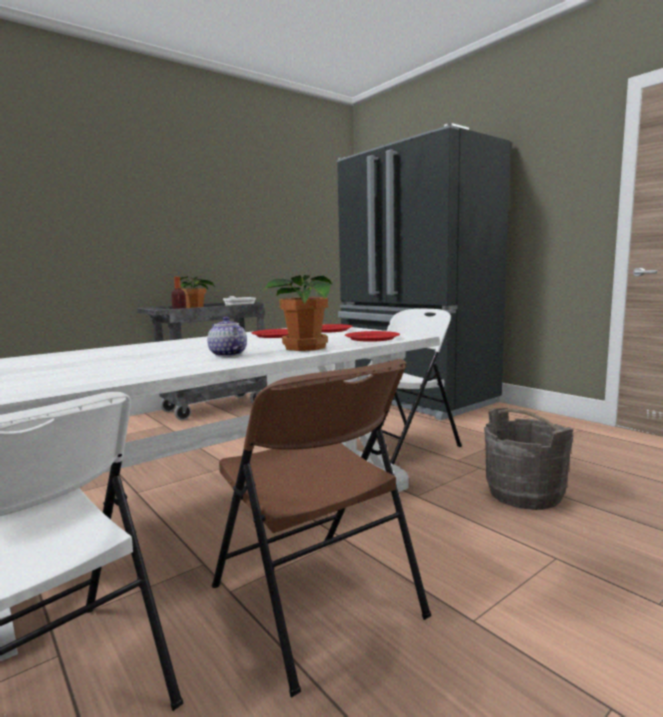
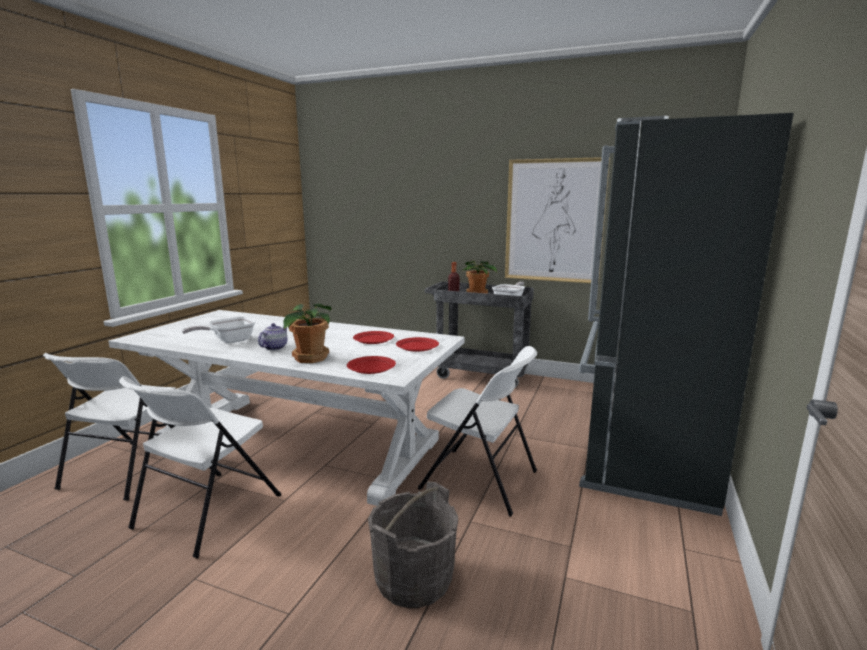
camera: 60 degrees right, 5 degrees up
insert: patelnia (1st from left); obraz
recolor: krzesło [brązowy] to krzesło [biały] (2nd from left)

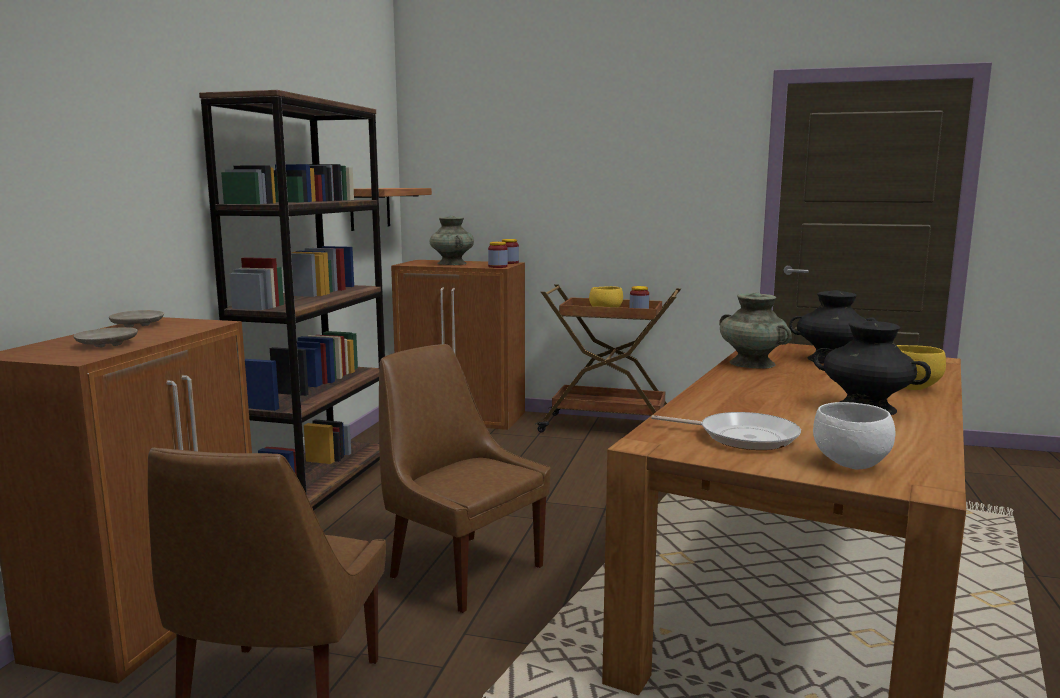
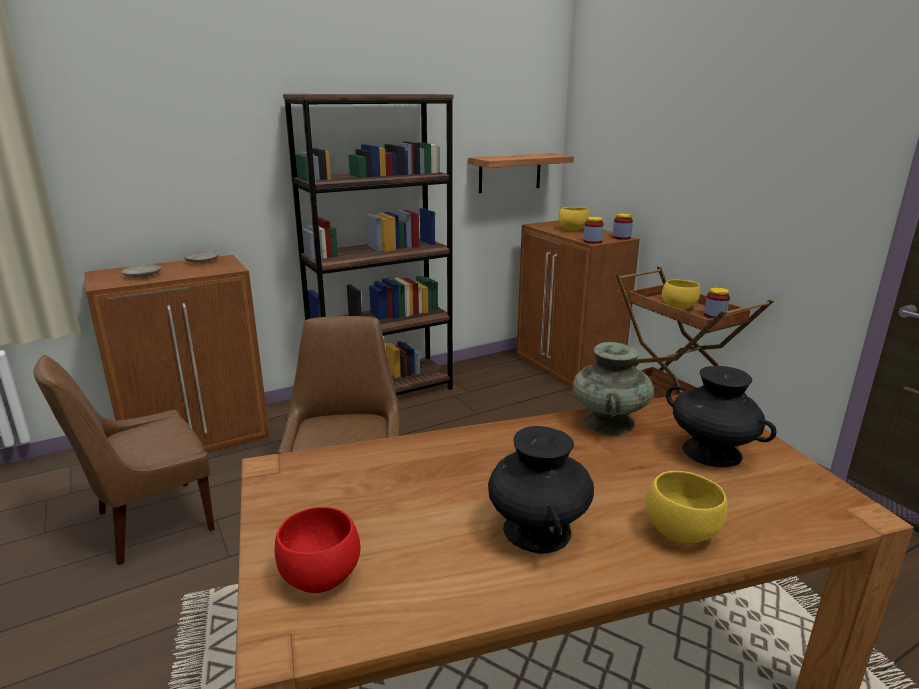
camera: 45 degrees right, 10 degrees up
delete: patelnia
replace: wazon [turkusowy] (1st from left) to miska [żółty] (1st from left)
recolor: miska [biały] to miska [czerwony]

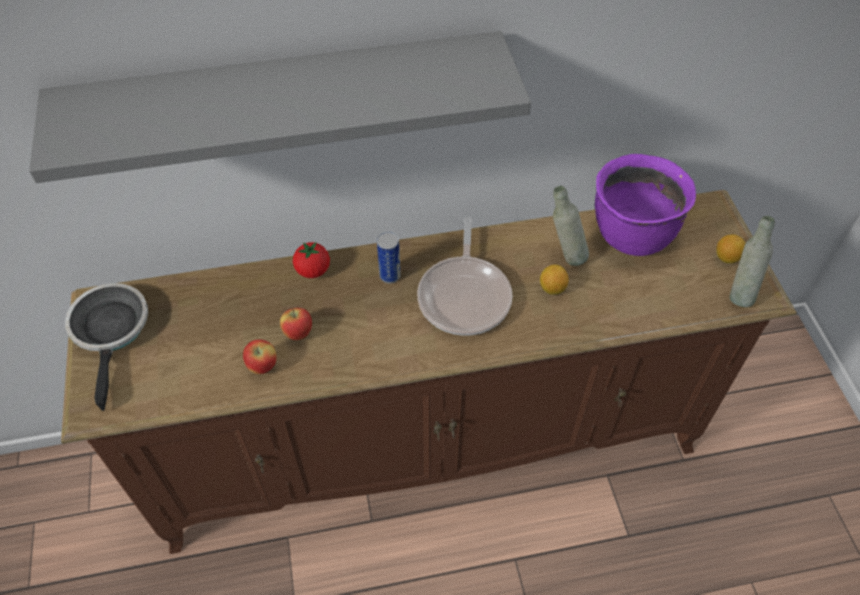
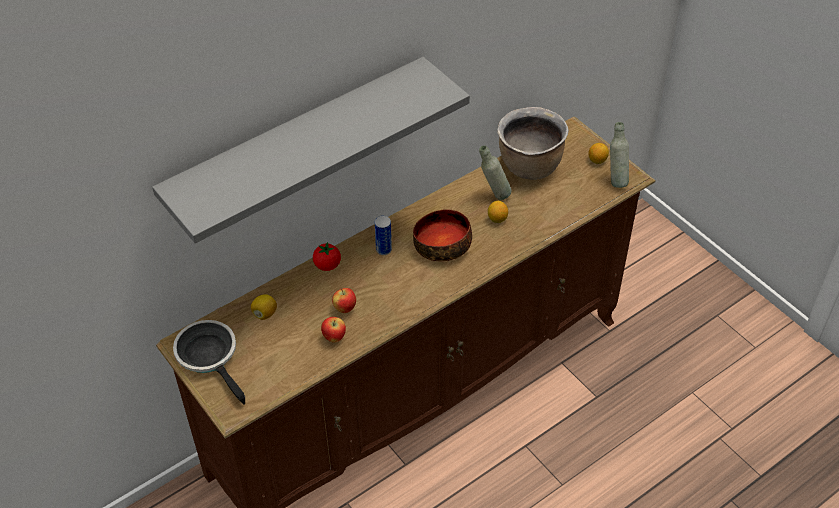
camera: 25 degrees left, 5 degrees down
insert: cytryna (1st from left)
replace: patelnia (2nd from left) to miska
recolor: garnek [fioletowy] to garnek [brązowy]

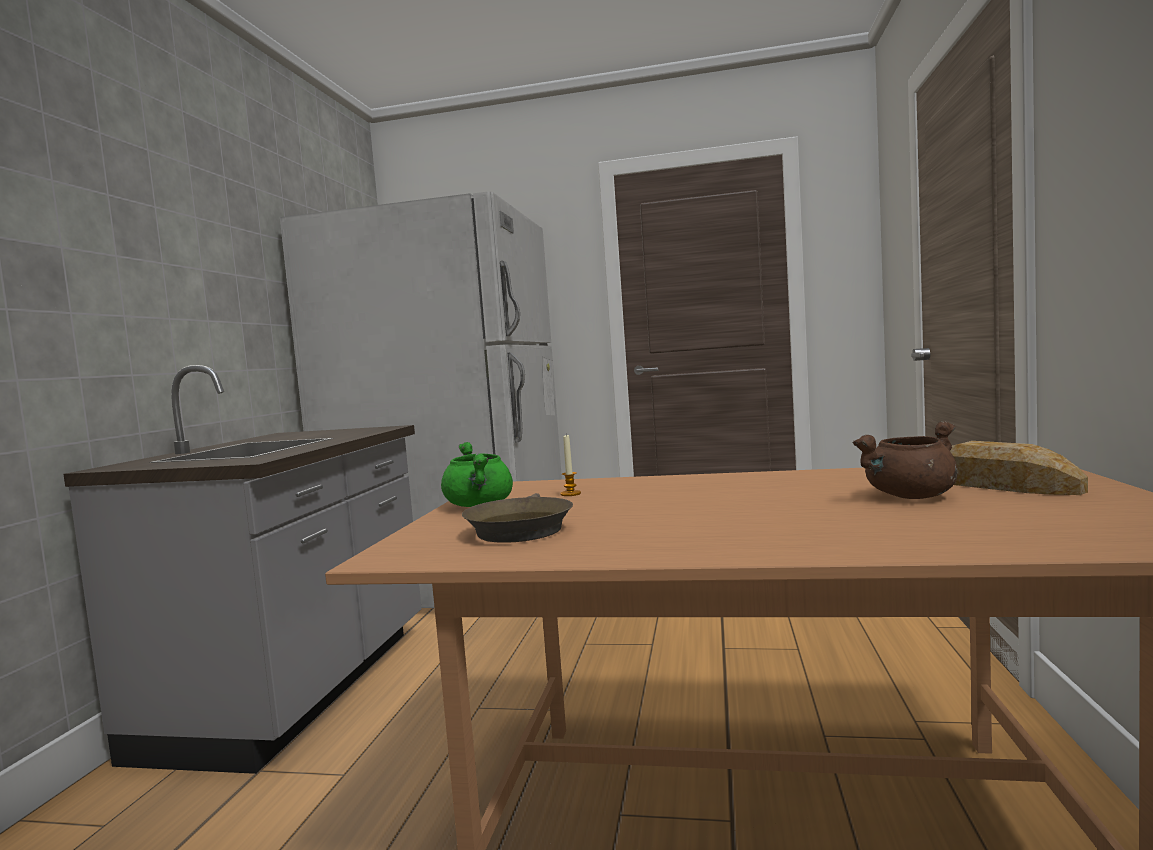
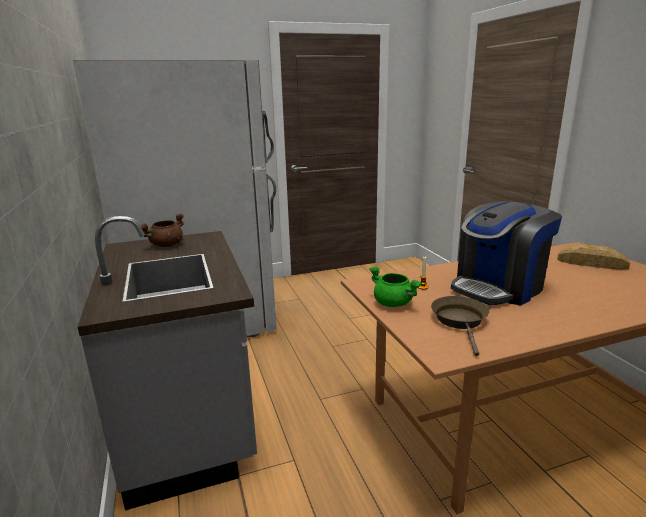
camera: 30 degrees left, 15 degrees up
insert: ekspres do kawy
move: garnek [brązowy]
rotate: patelnia [brązowy] 150 degrees counterclockwise

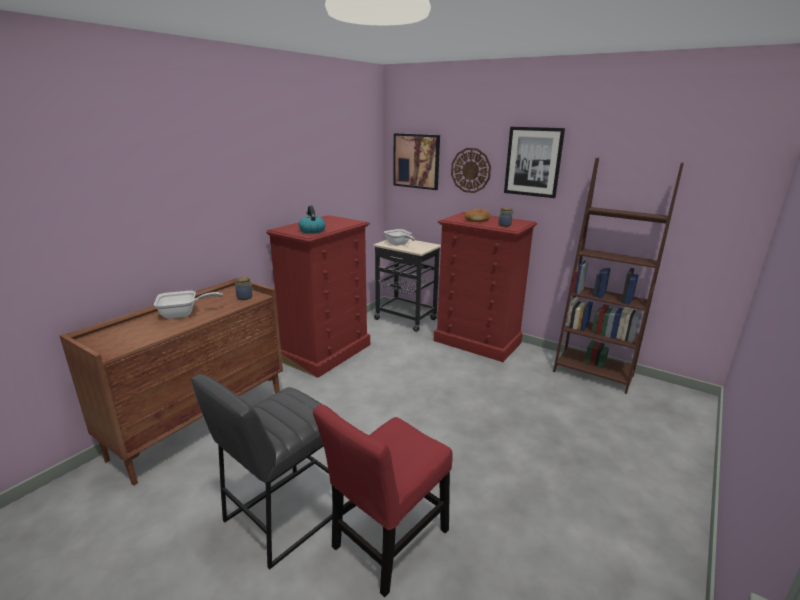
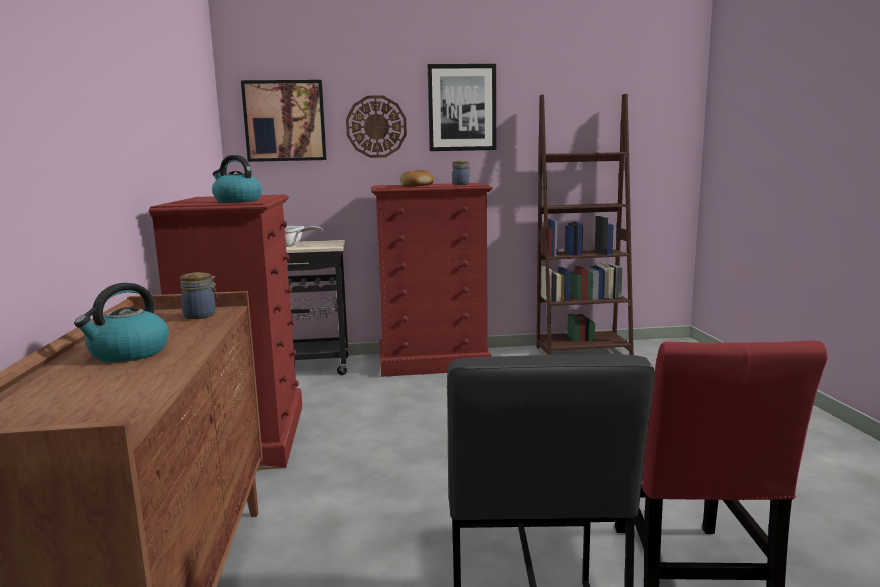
camera: 40 degrees left, 10 degrees down
replace: patelnia (1st from left) to czajnik (1st from left)

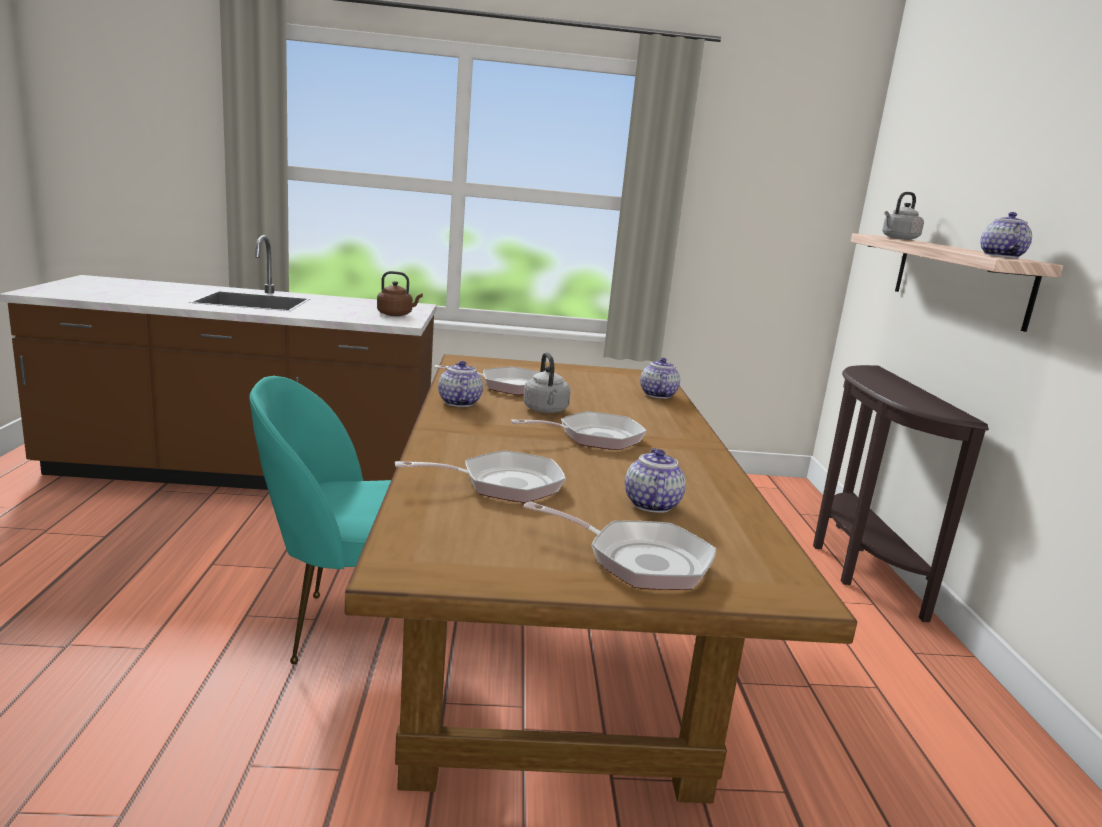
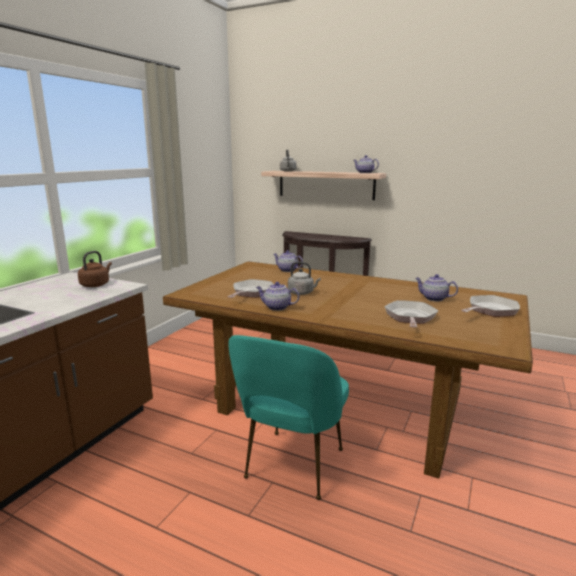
camera: 60 degrees left, 0 degrees up
delete: patelnia (3rd from left)

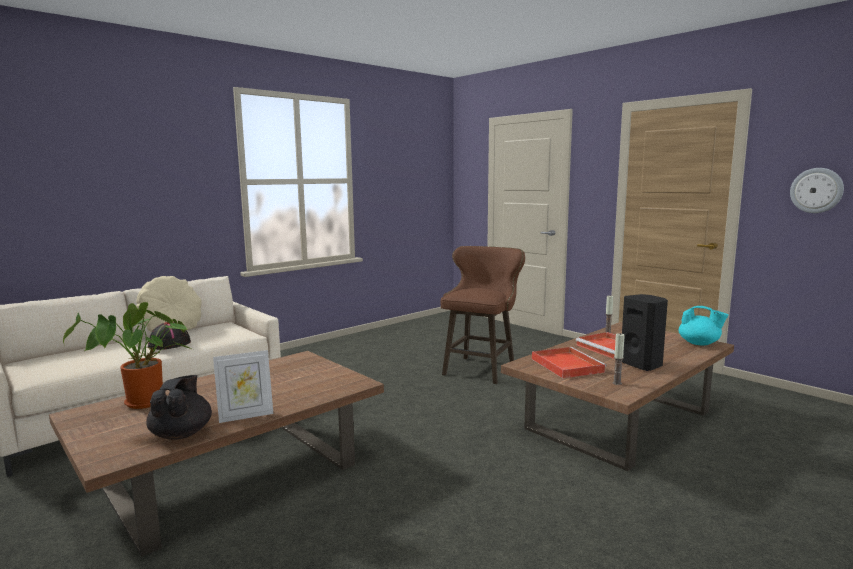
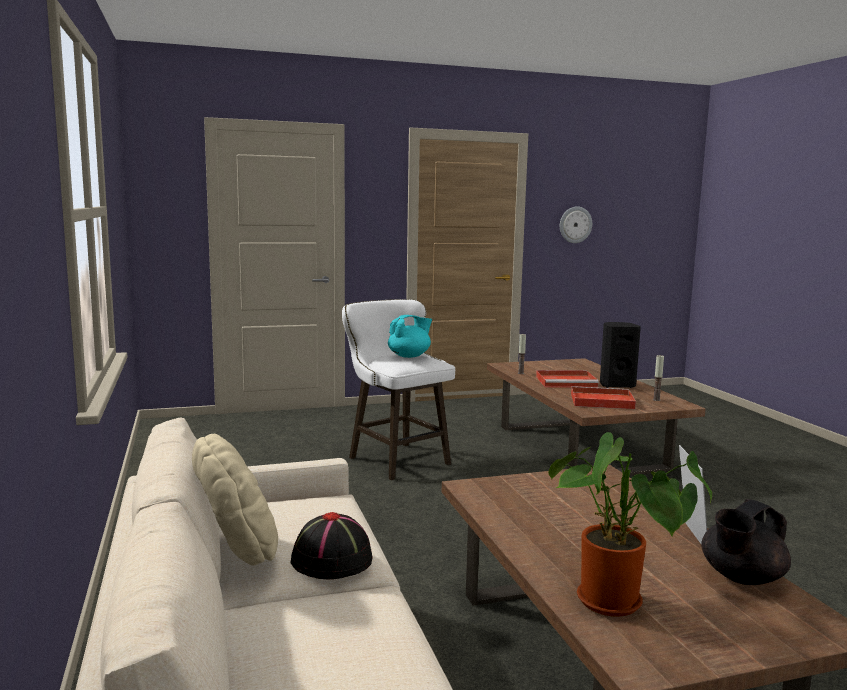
camera: 65 degrees left, 0 degrees up
move: imbryk [turkusowy]
recolor: stołek [brązowy] to stołek [biały]
rotate: imbryk [czarny] 60 degrees counterclockwise

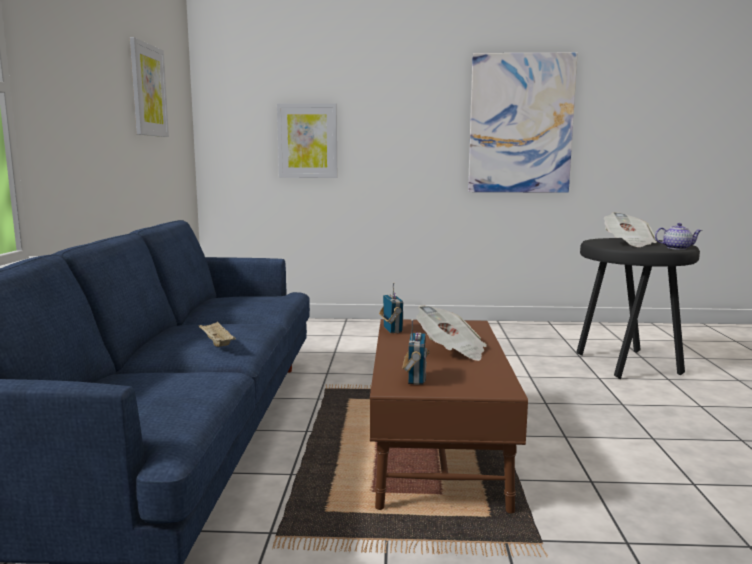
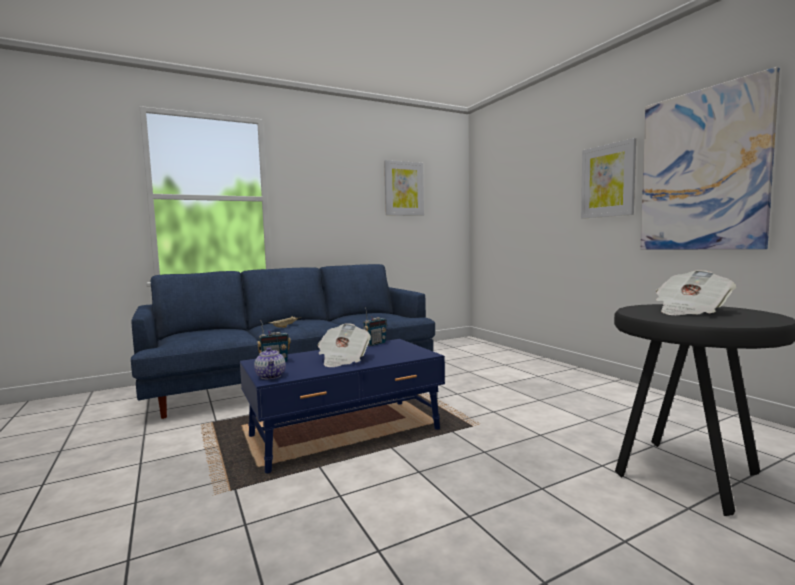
camera: 60 degrees right, 5 degrees down
move: obraz (2nd from left); imbryk
recolor: ława [brązowy] to ława [niebieski]

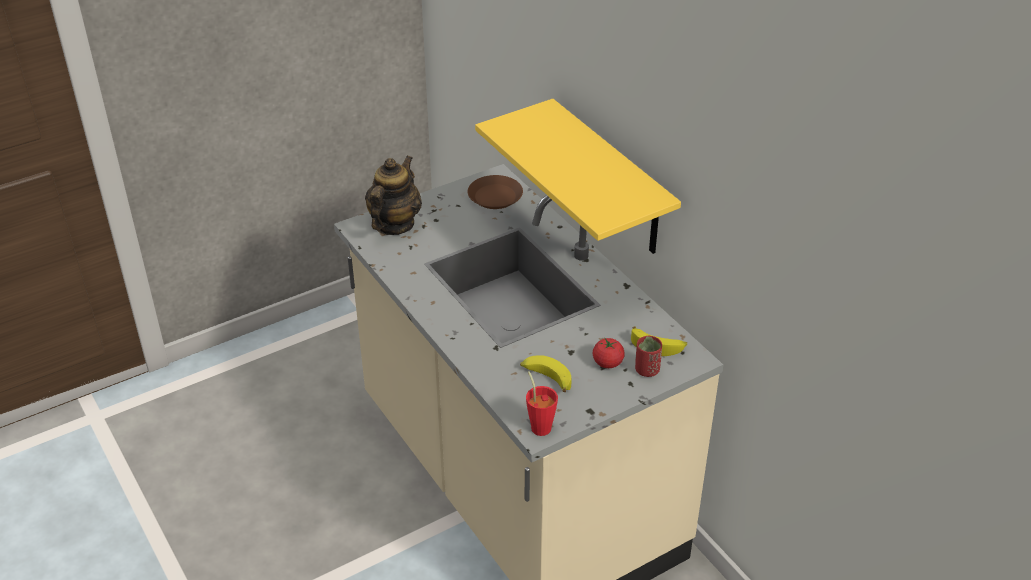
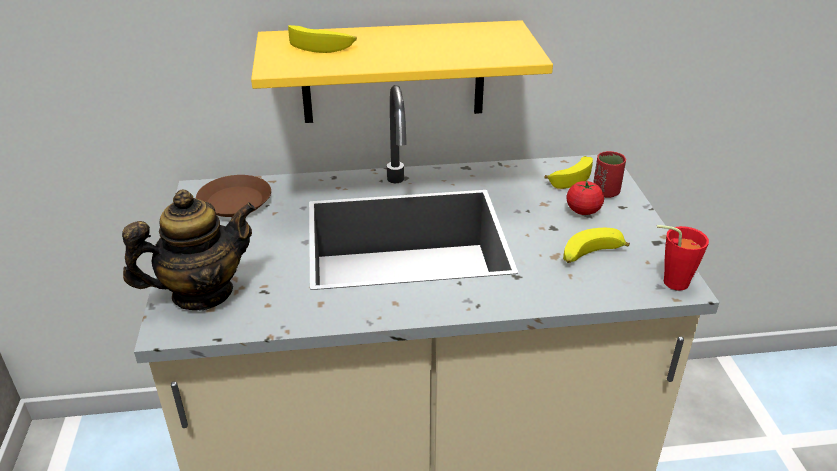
camera: 65 degrees left, 5 degrees down
insert: banan (1st from left)
rotate: imbryk 105 degrees clockwise

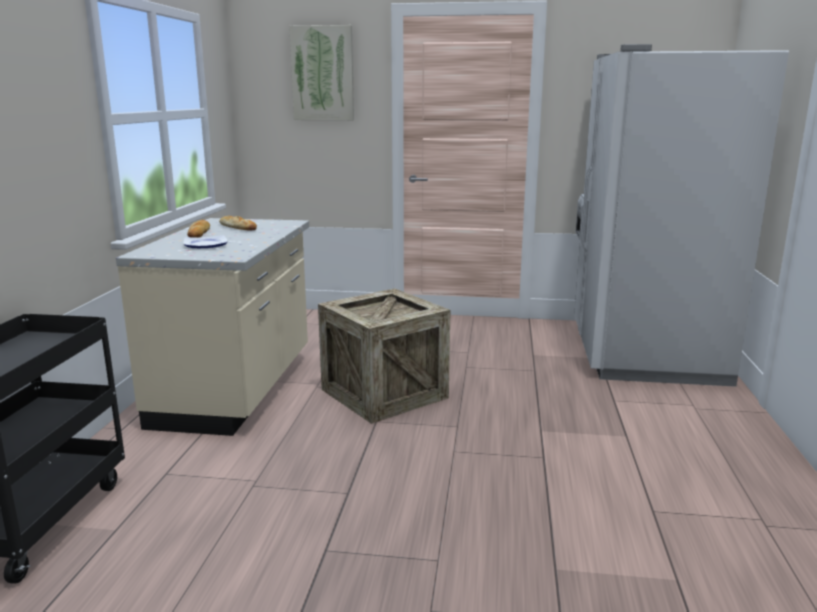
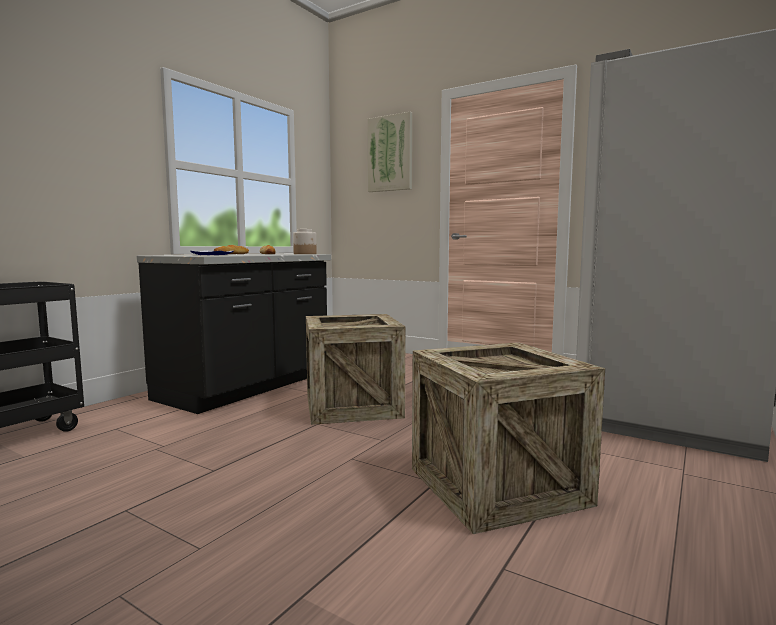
camera: 25 degrees right, 10 degrees down
insert: słoik; skrzynka (2nd from left)
recolor: zabudowa kuchenna [beżowy] to zabudowa kuchenna [czarny]

